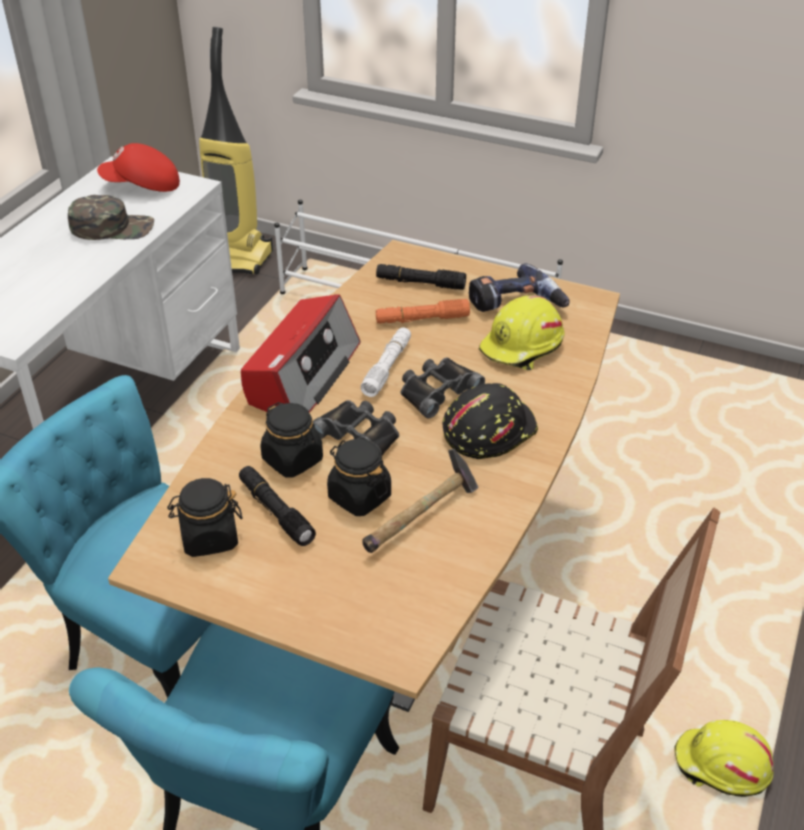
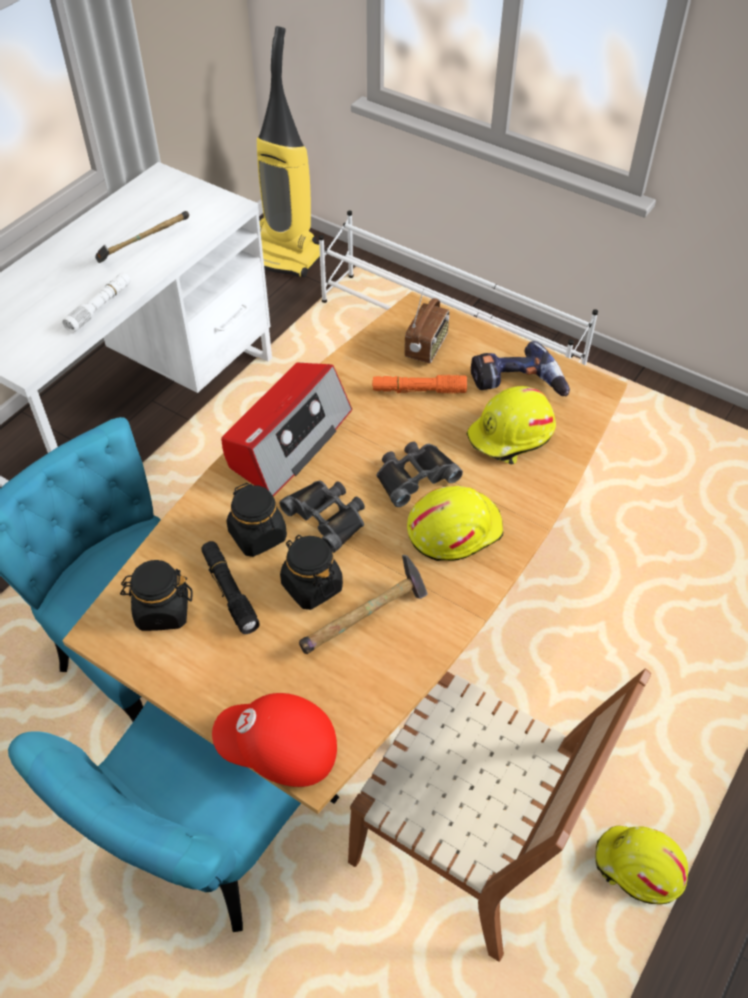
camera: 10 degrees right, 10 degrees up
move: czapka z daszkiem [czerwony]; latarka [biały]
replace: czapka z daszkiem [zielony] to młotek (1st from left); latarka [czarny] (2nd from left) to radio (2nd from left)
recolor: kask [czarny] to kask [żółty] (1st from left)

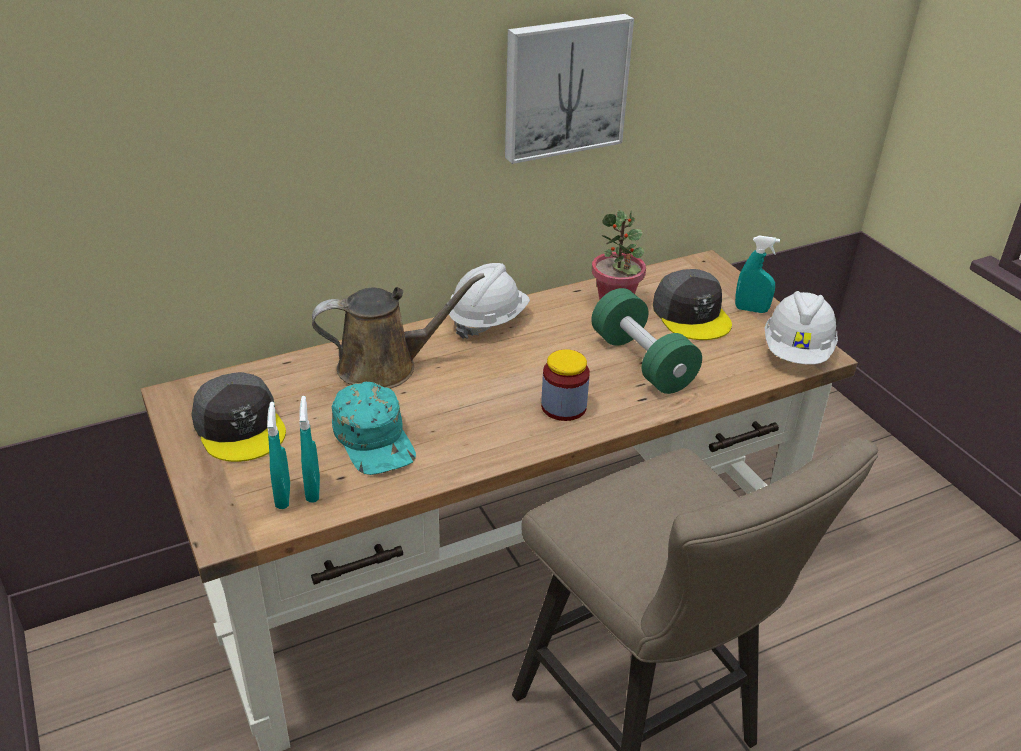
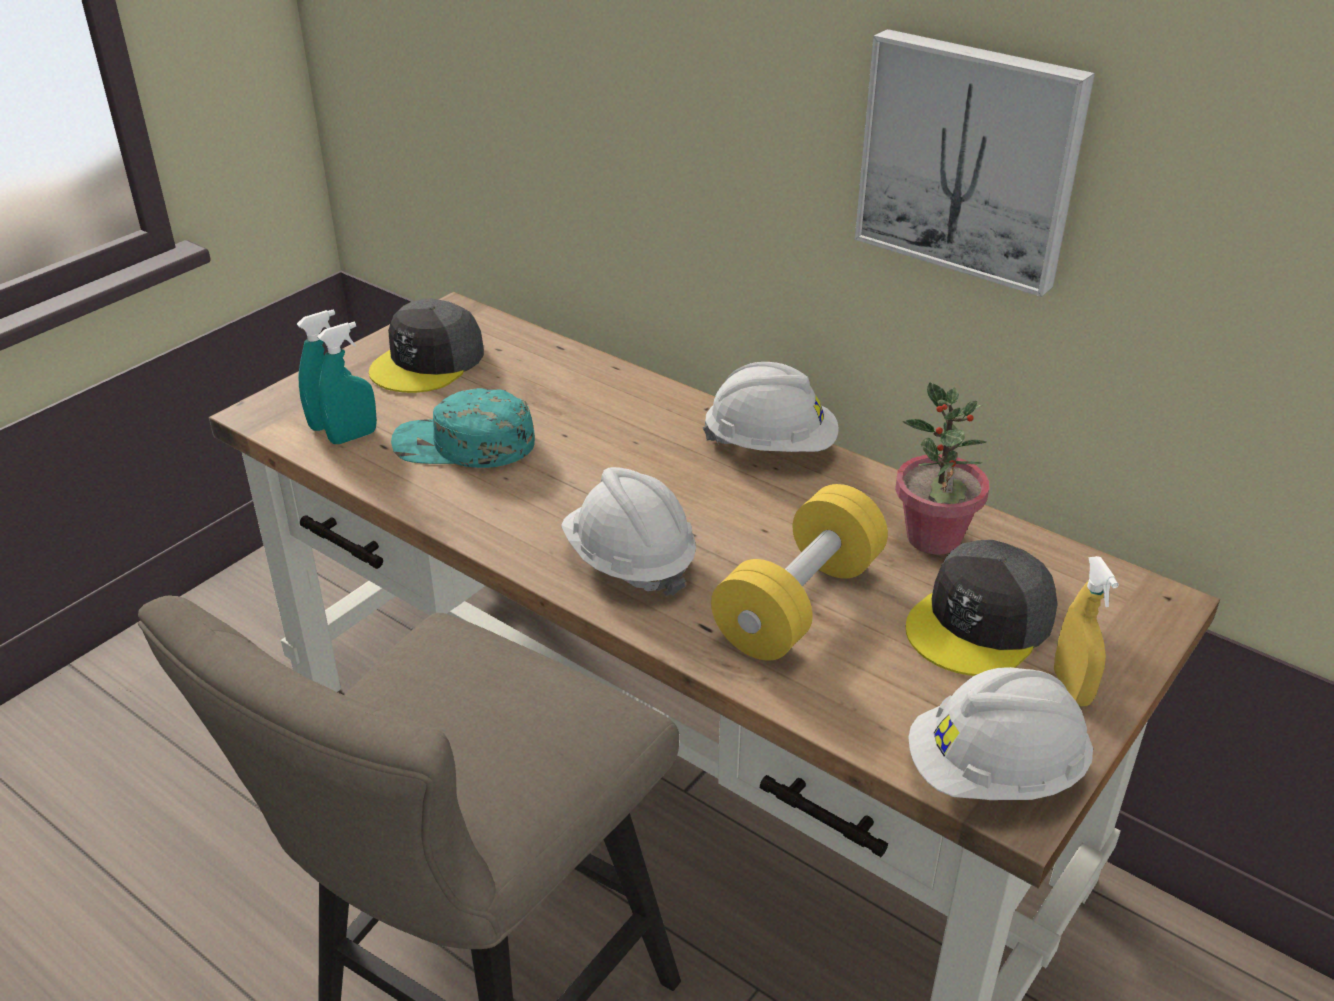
camera: 65 degrees right, 0 degrees up
delete: konewka [brązowy]
replace: słoik to kask [biały] (1st from left)
recolor: hantel [zielony] to hantel [żółty]; spryskiwacz [turkusowy] (3rd from left) to spryskiwacz [żółty]
rotate: czapka z daszkiem [turkusowy] 60 degrees clockwise

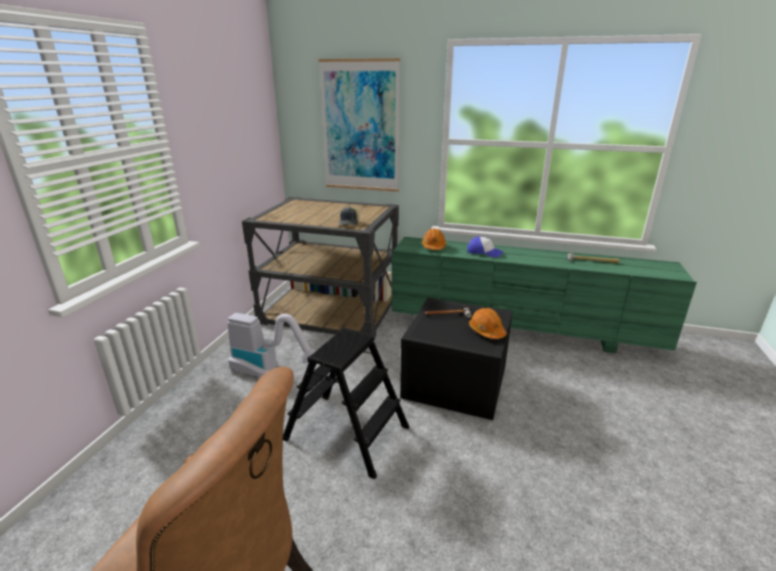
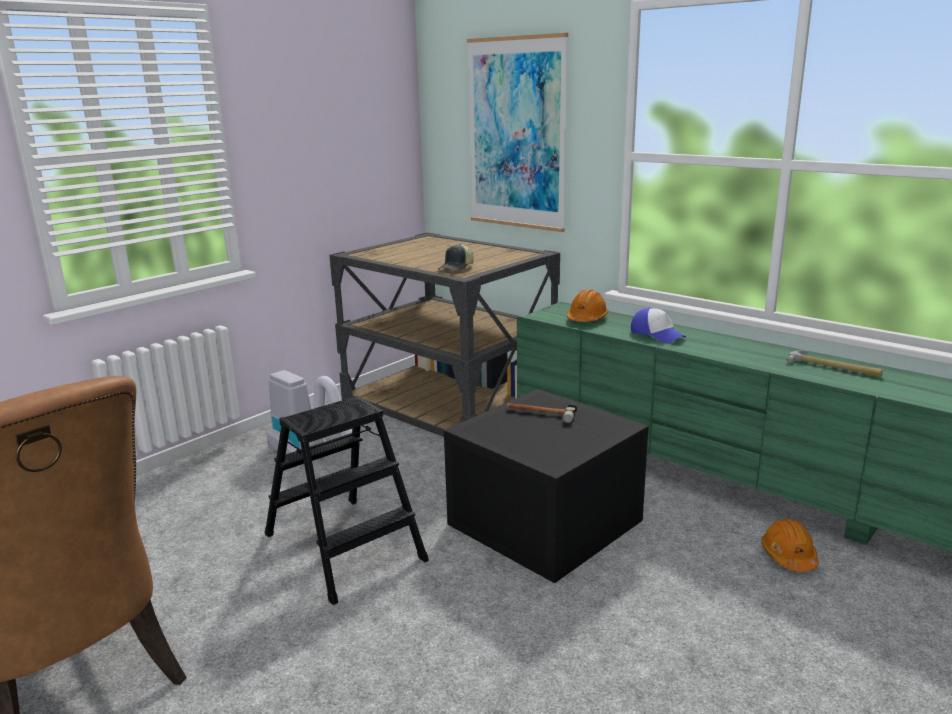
camera: 25 degrees right, 5 degrees down
move: kask [pomarańczowy] (2nd from left)

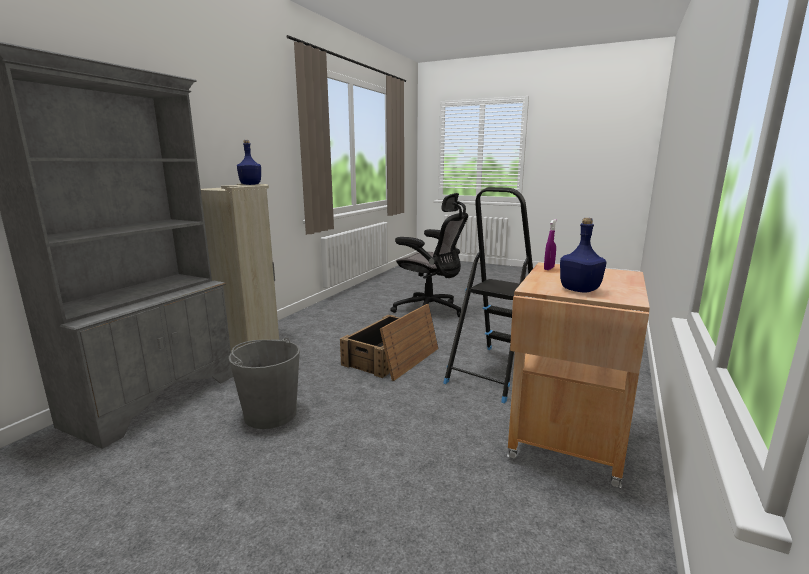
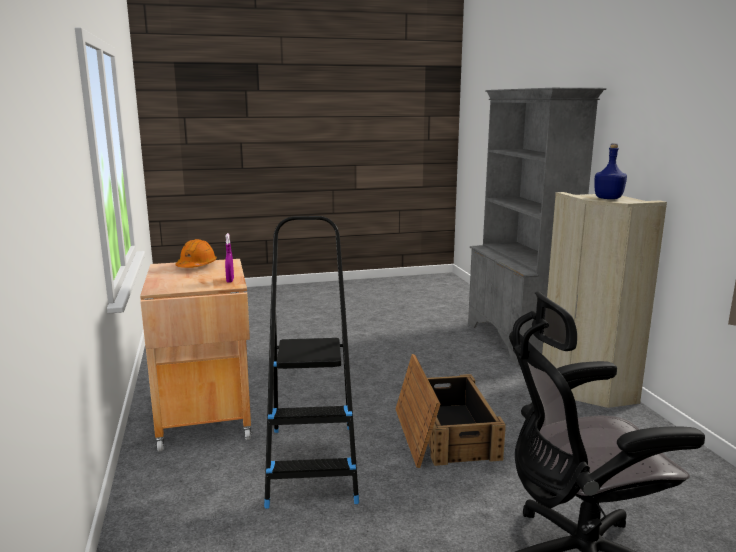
camera: 140 degrees right, 0 degrees up
delete: wiadro [szary]
replace: butelka [niebieski] (2nd from left) to kask [pomarańczowy]

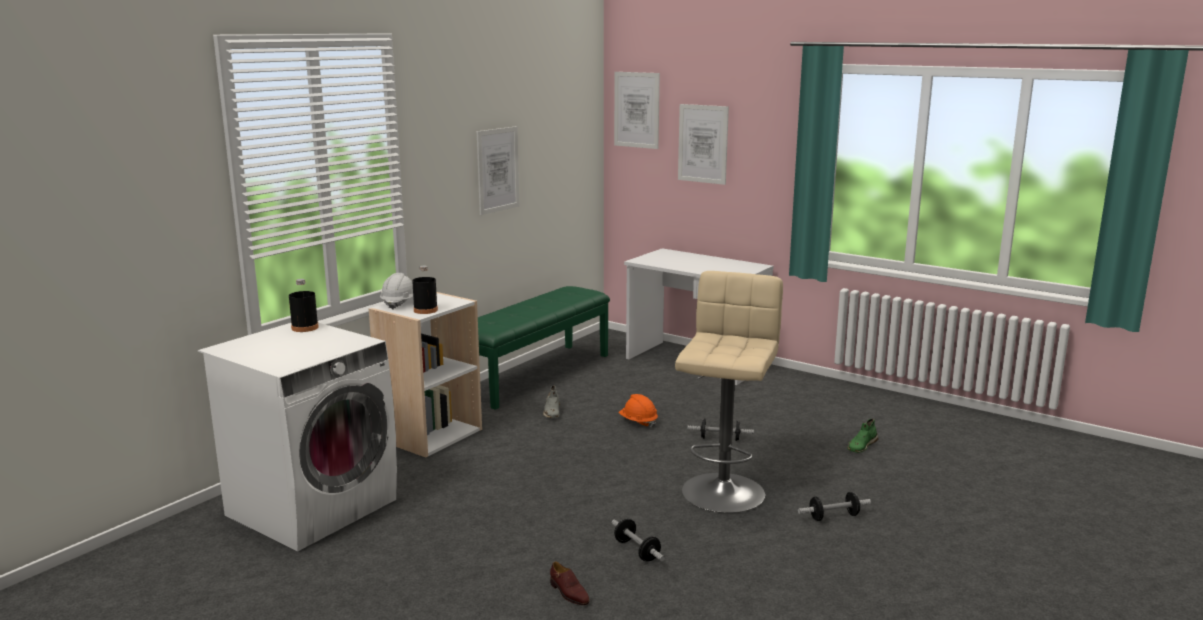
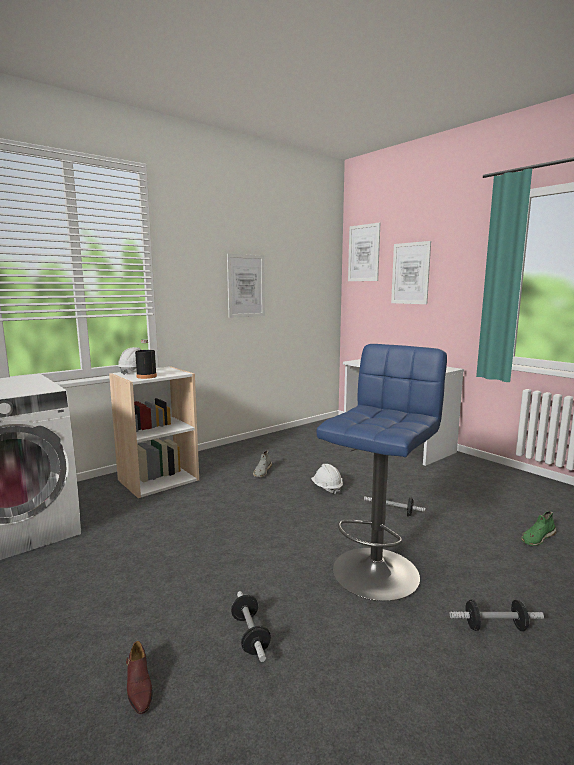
camera: 15 degrees right, 5 degrees down
delete: butelka [czarny] (1st from left); ławka [zielony]
recolor: kask [pomarańczowy] to kask [biały] (2nd from left); stołek [beżowy] to stołek [niebieski]

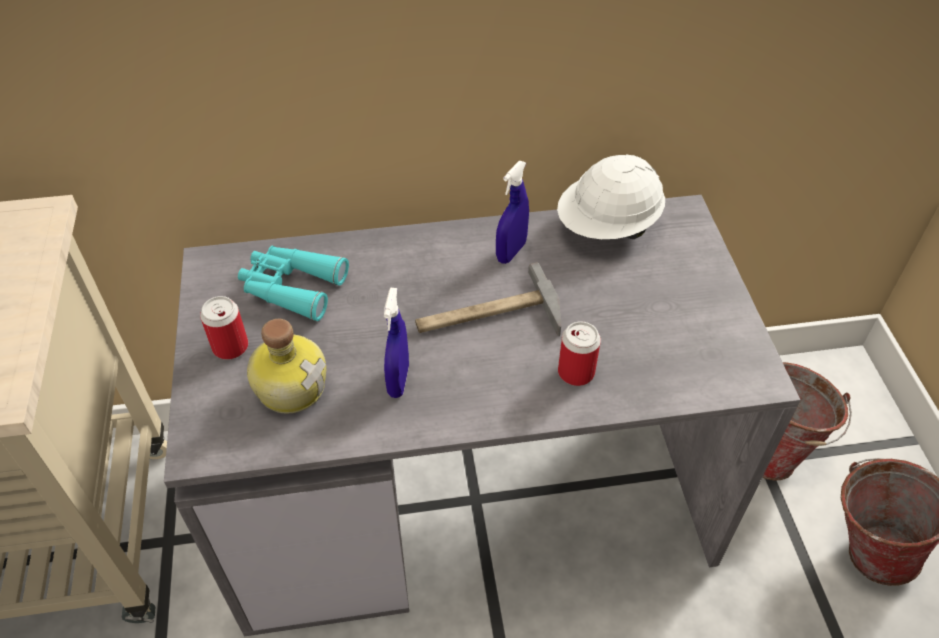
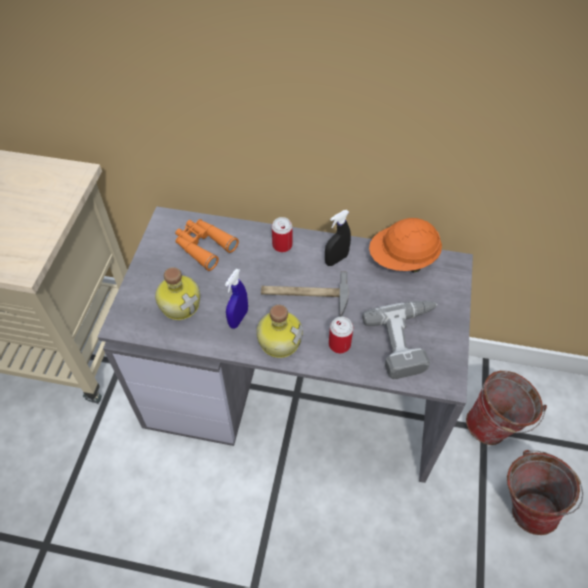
camera: 20 degrees right, 5 degrees up
insert: butelka (2nd from left); wiertarka
move: puszka (1st from left)
recolor: lornetka [turkusowy] to lornetka [pomarańczowy]; spryskiwacz [niebieski] (2nd from left) to spryskiwacz [czarny]; kask [biały] to kask [pomarańczowy]

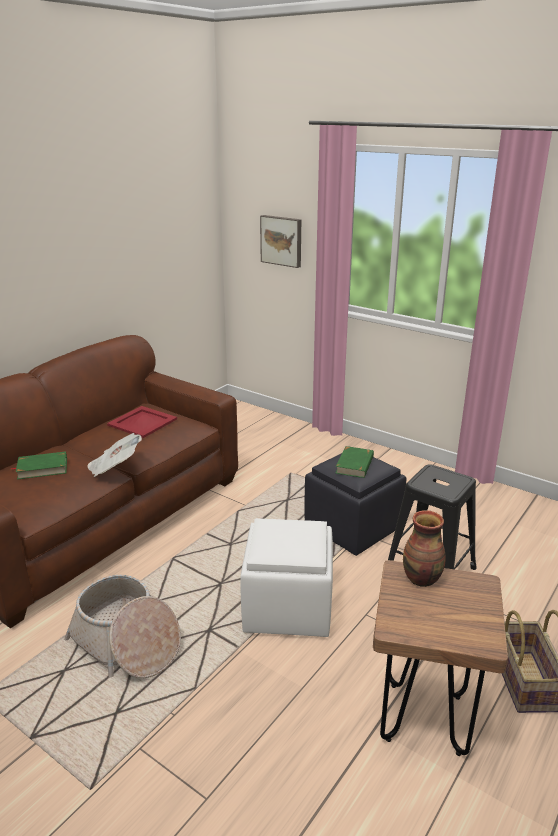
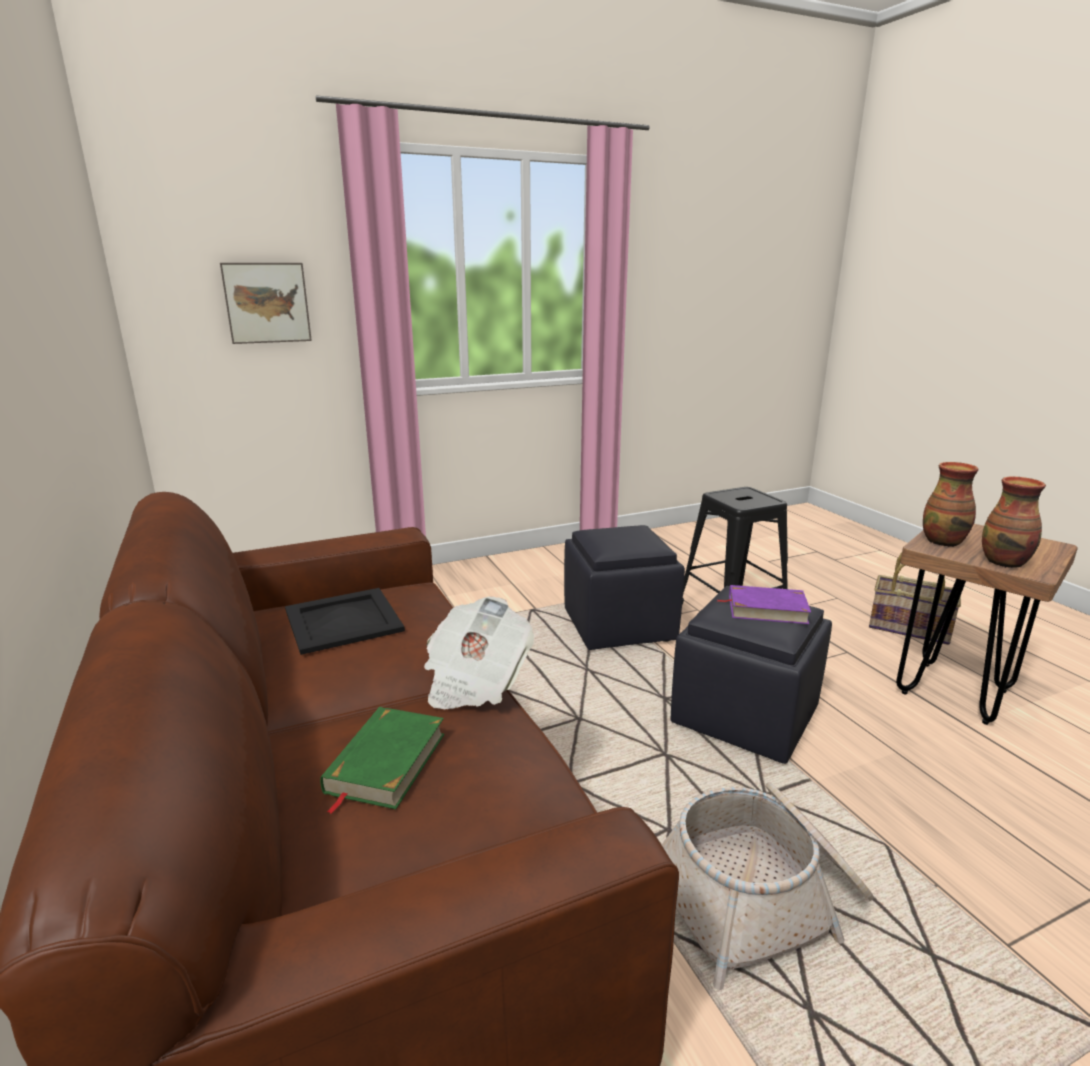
camera: 60 degrees left, 5 degrees down
delete: książka [zielony] (2nd from left)
insert: książka [fioletowy]; wazon (2nd from left)
recolor: taca [czerwony] to taca [czarny]; pufa [biały] to pufa [czarny] (2nd from left)

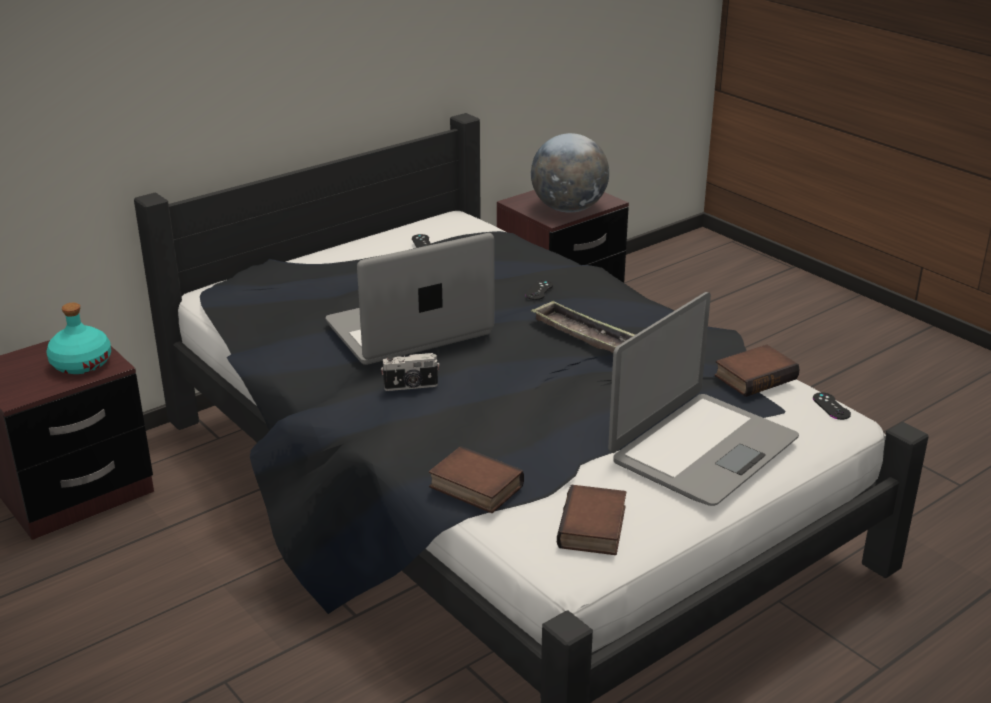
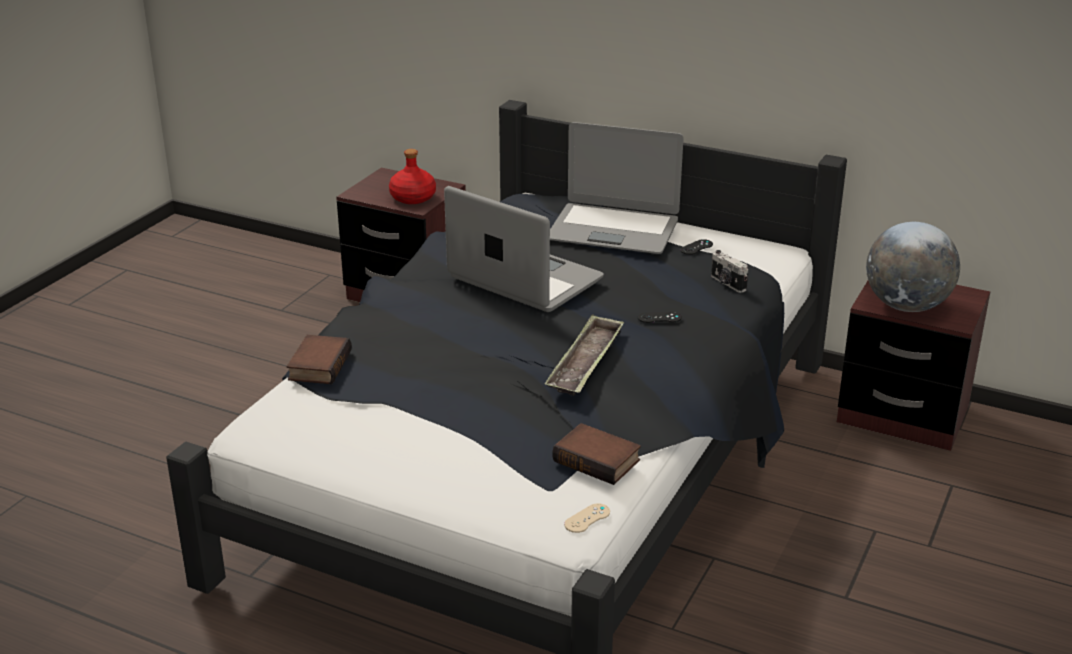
camera: 65 degrees right, 0 degrees up
delete: książka (2nd from left)
move: aparat fotograficzny; laptop (2nd from left)
recolor: butelka [turkusowy] to butelka [czerwony]; pad do gier [czarny] (3rd from left) to pad do gier [beżowy]

